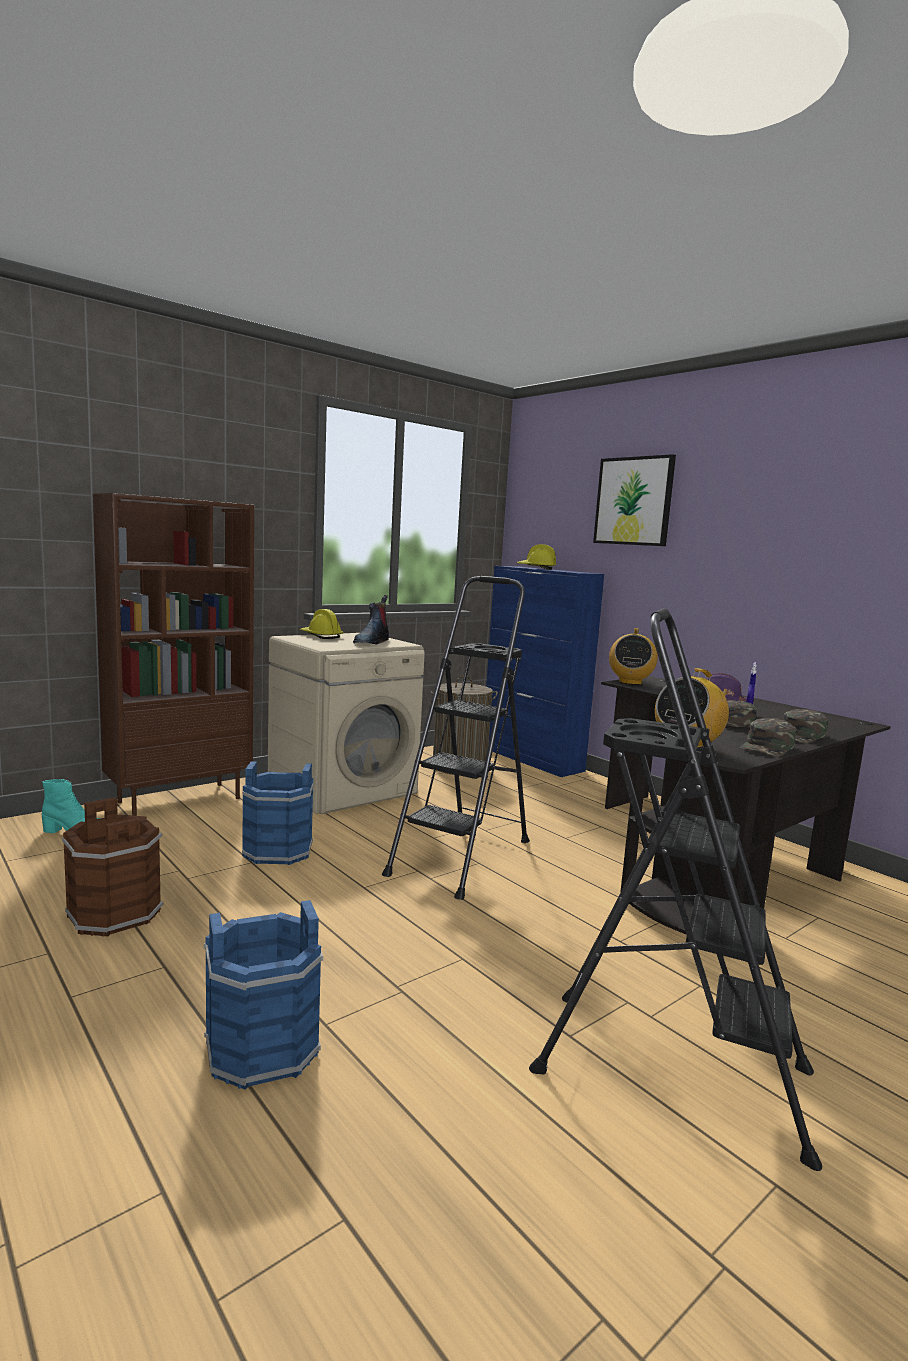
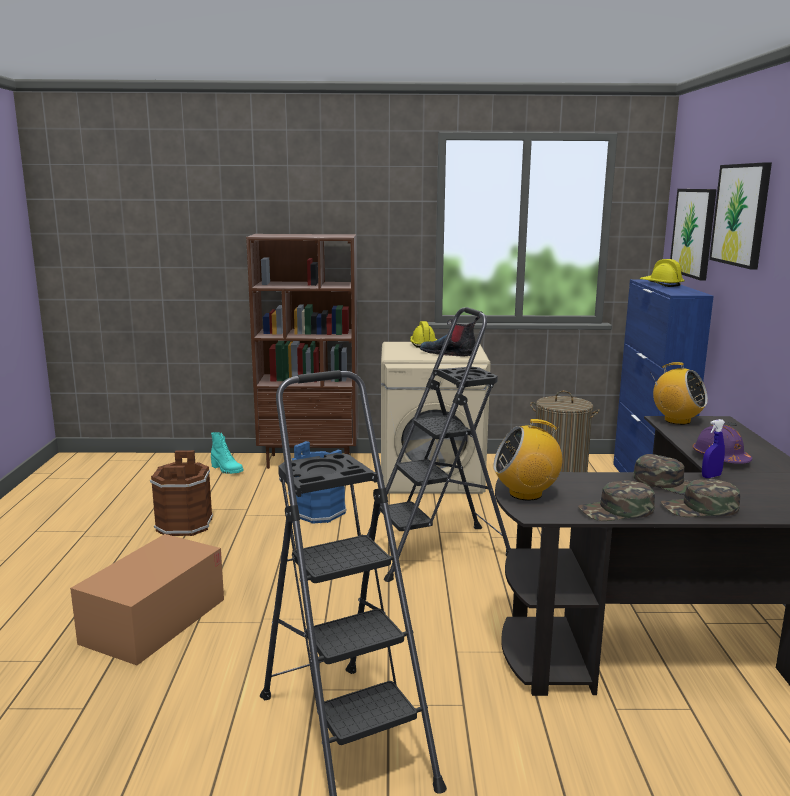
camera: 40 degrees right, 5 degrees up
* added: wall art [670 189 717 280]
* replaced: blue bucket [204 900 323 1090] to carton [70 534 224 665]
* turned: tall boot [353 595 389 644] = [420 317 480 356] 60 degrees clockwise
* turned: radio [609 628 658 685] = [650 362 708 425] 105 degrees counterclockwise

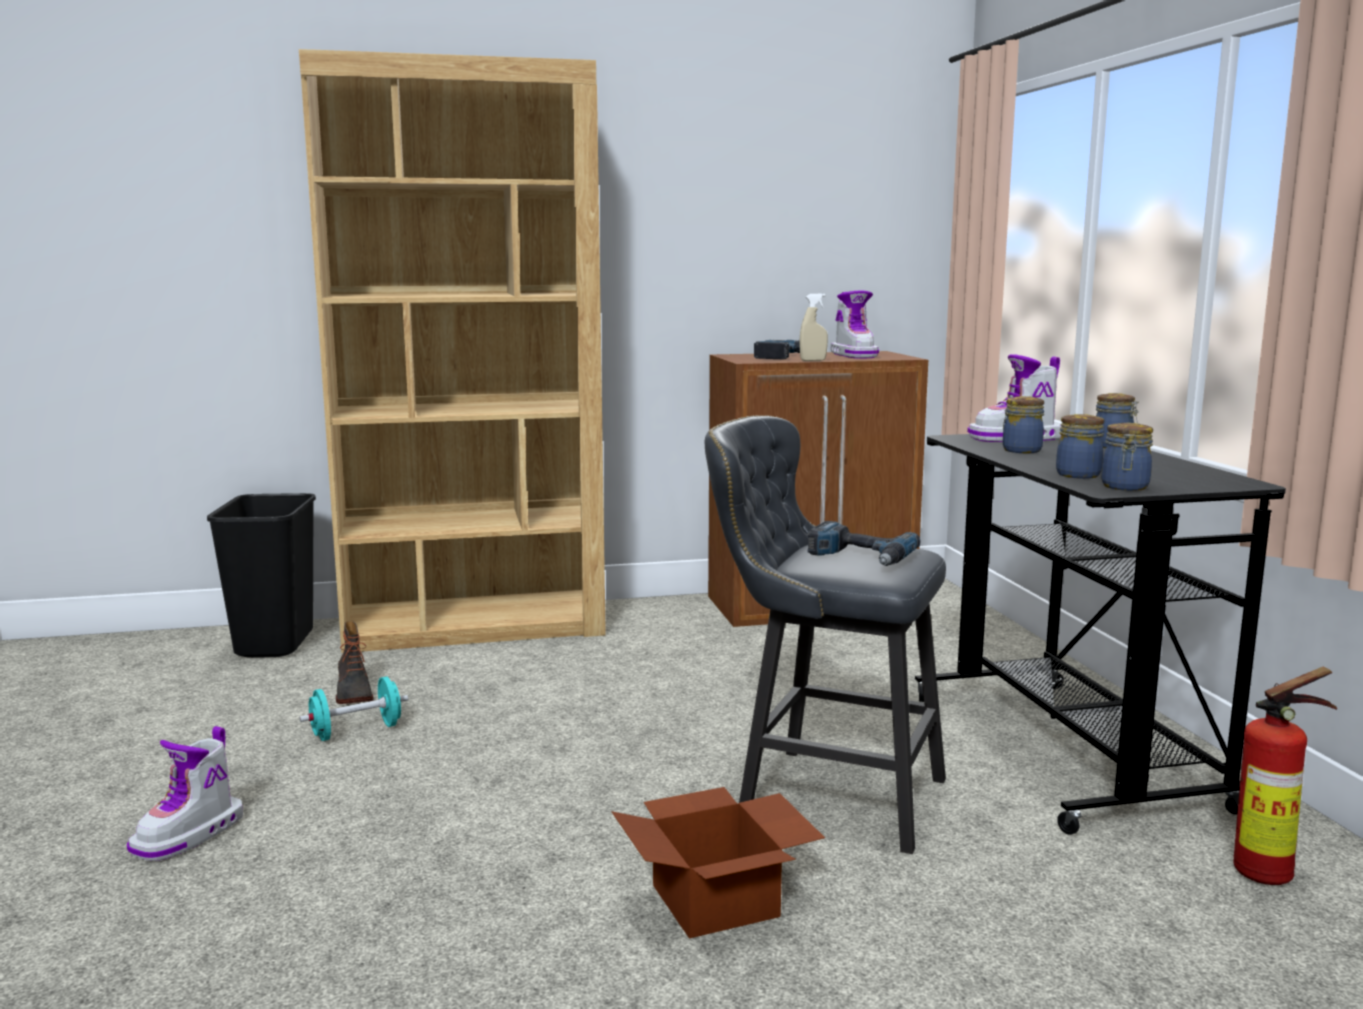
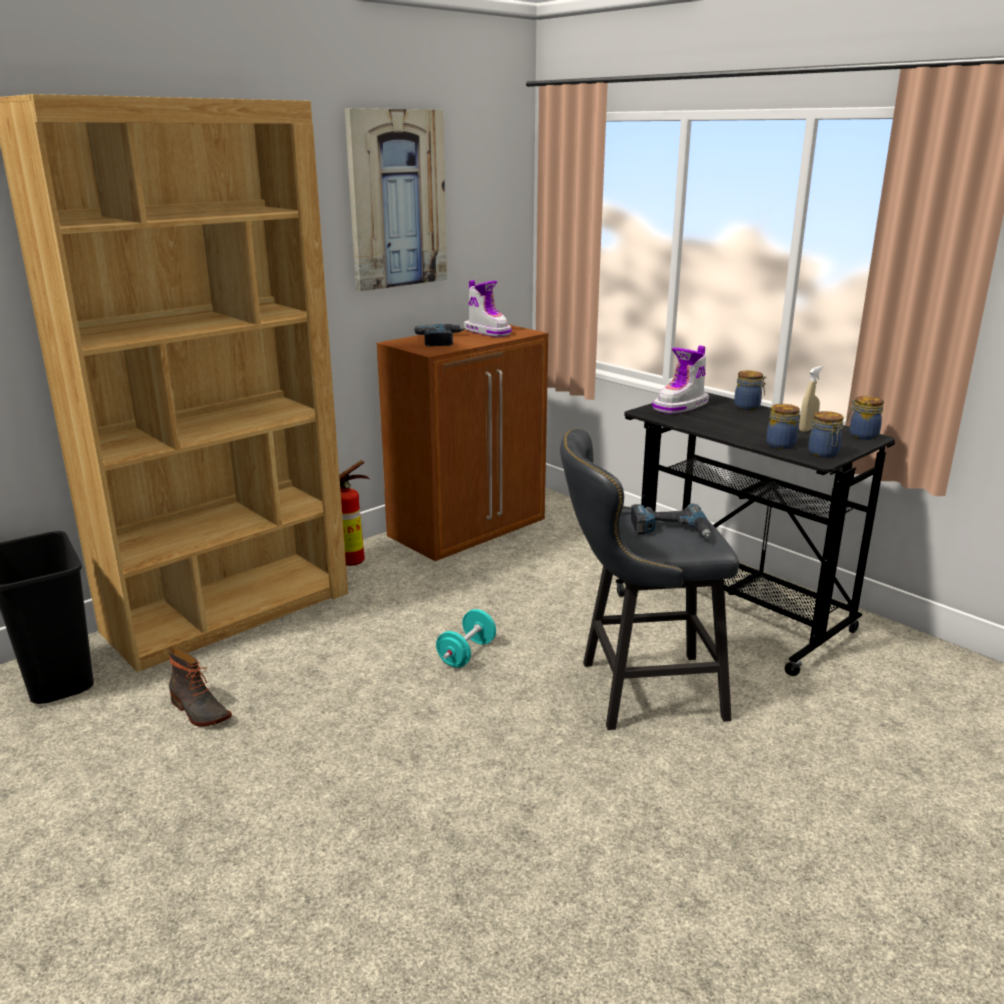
camera: 30 degrees left, 10 degrees up
* removed: tall boot [127 726 243 861]
* removed: carton [612 787 825 939]
* added: wall art [345 108 447 291]
* moved: turquoise free weight [299 677 408 741] to [436 609 496 668]
* moved: sand-coloured spray bottle [799 293 828 361] to [799 366 822 432]
* moved: jar [1003 396 1044 453] to [847 396 884 440]
* moved: fire-fighting cylinder [1233 667 1337 885] to [339 460 370 566]

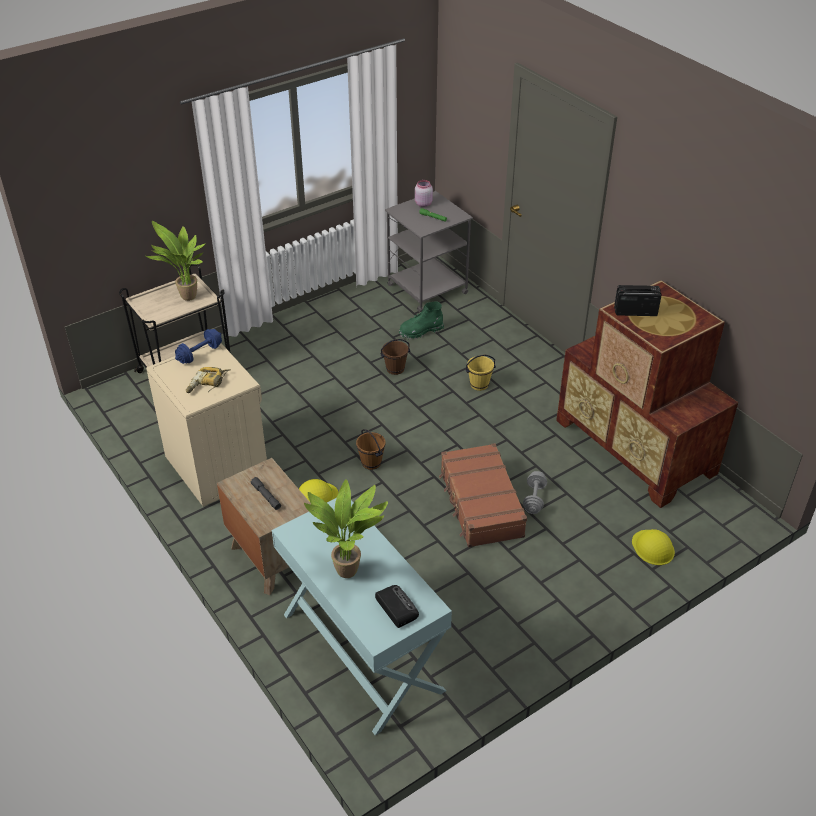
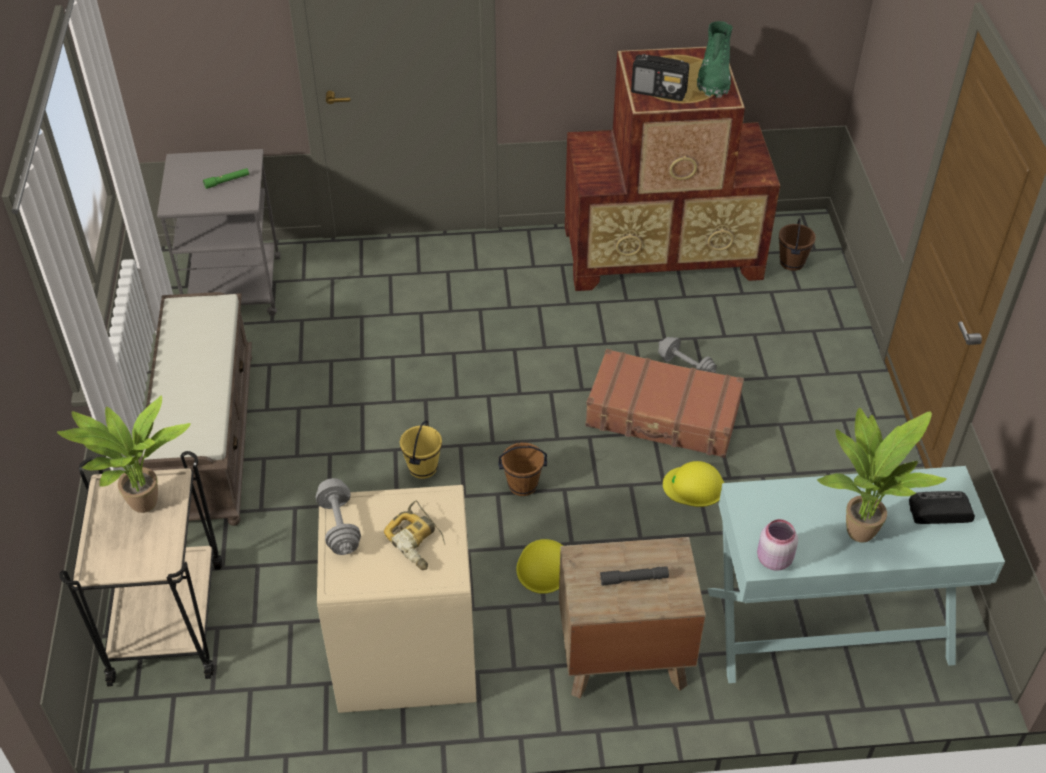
camera: 60 degrees left, 5 degrees up
* added: brown long seat [138 292 252 526]
* moved: brown bucket [380 339 410 375] to [779 218 816 271]
* moved: greenish tall boot [399 301 444 339] to [697 21 733 98]
* moved: pink-coloured jar [415 180 433 207] to [757 519 798 571]
* moved: yellow bucket [465 355 496 391] to [400 421 442 479]
* moved: yellow hard hat [632 529 675 565] to [663 461 724 507]
* recoloured: blue free weight [175 329 222 364] to greyish free weight [316 478 361 555]
* turned: radio [614 285 662 316] = [631 54 689 101] 105 degrees counterclockwise

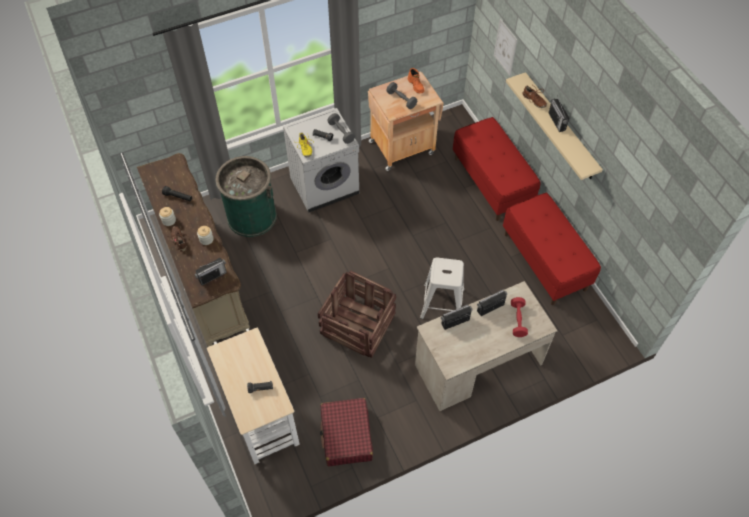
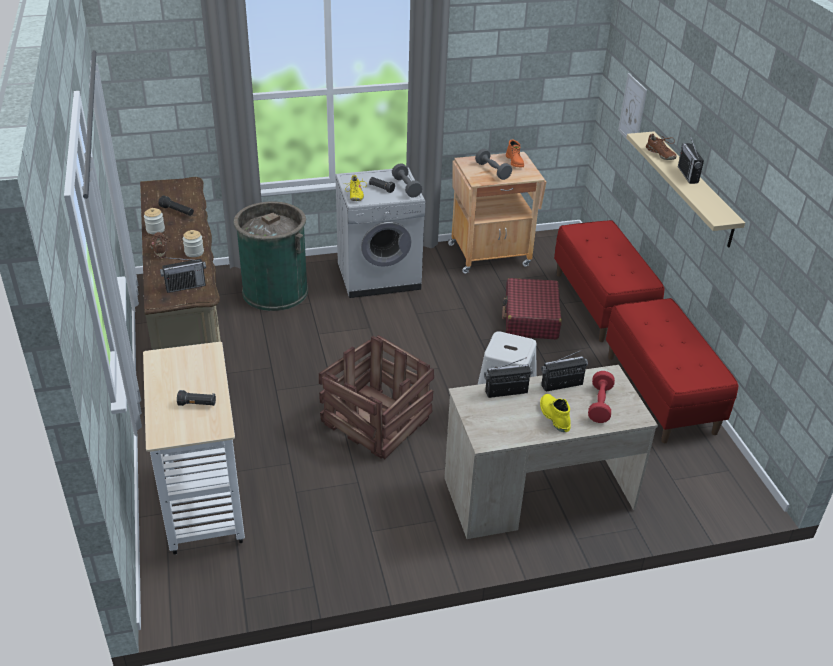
camera: 10 degrees right, 20 degrees down
* added: yellow tall boot [540 394 571 432]
* moved: reddish suitcase [320 398 373 466] to [502 278 562 339]

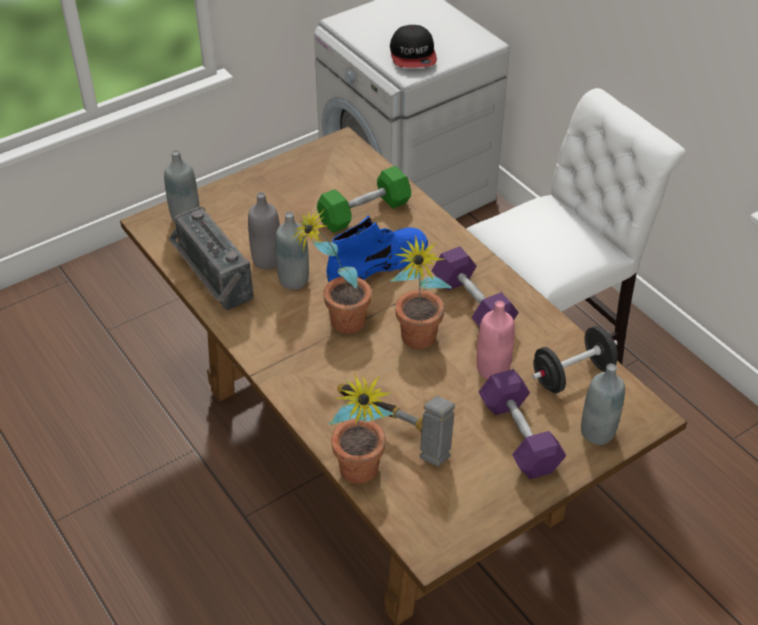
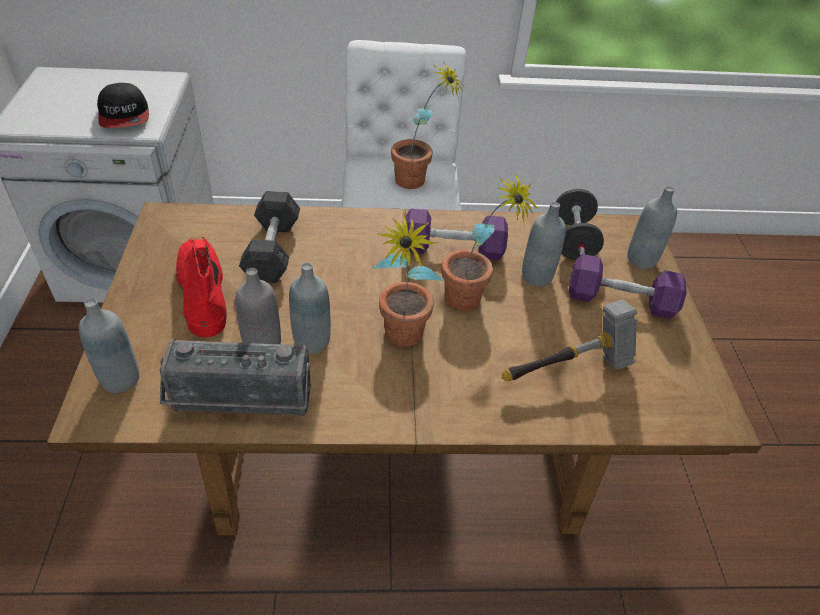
camera: 60 degrees left, 0 degrees up
* removed: blue tall boot [326 215 428 282]
* added: reddish tall boot [175 237 226 338]
* moved: potted plant [328 372 393 483] to [391 63 465 189]
* recoloured: greenish free weight [317 166 411 233] to greyish free weight [239 191 300 283]
* recoloured: pink-coloured beverage bottle [477 301 515 380] to greyish beverage bottle [522 202 566 287]
* turned: cap [390 25 437 68] = [97 83 149 128] 45 degrees clockwise

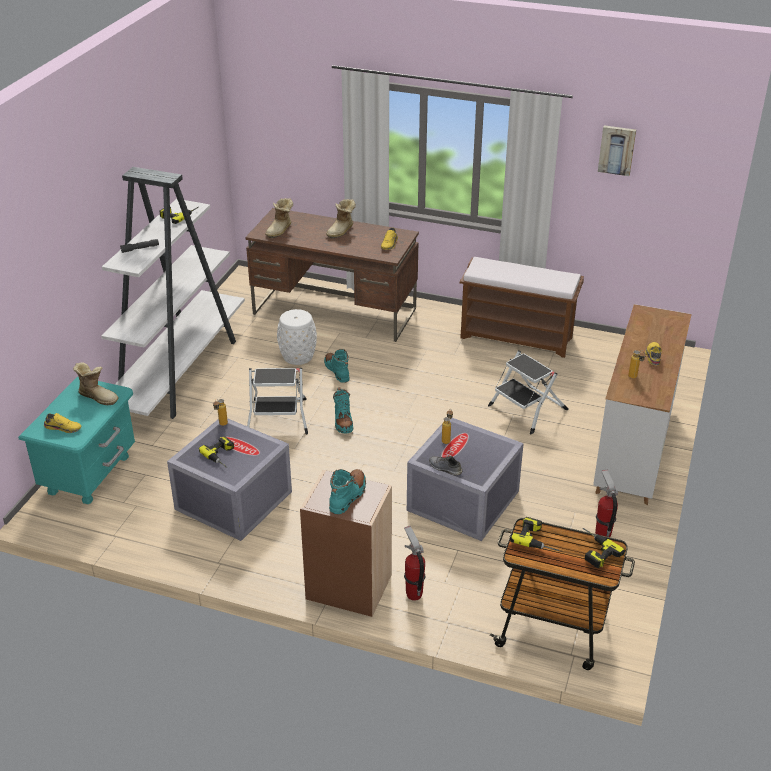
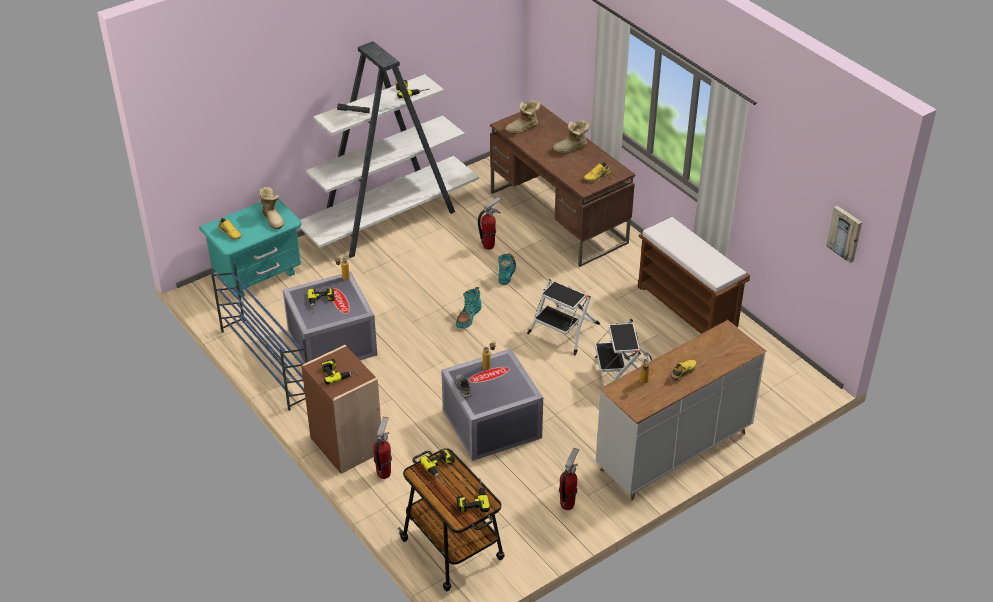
camera: 35 degrees right, 5 degrees up
* added: blue shoe rack [211 262 308 411]
* moved: stepladder [247 368 308 434] to [527 279 600 355]
* moved: wall art [598 125 636 176] to [826 206 862 263]
* replaced: whitish sitting stool [277 309 317 365] to fire-fighting cylinder [478 196 501 250]
* replaced: turquoise tall boot [329 469 366 514] to power drill [322 359 363 385]

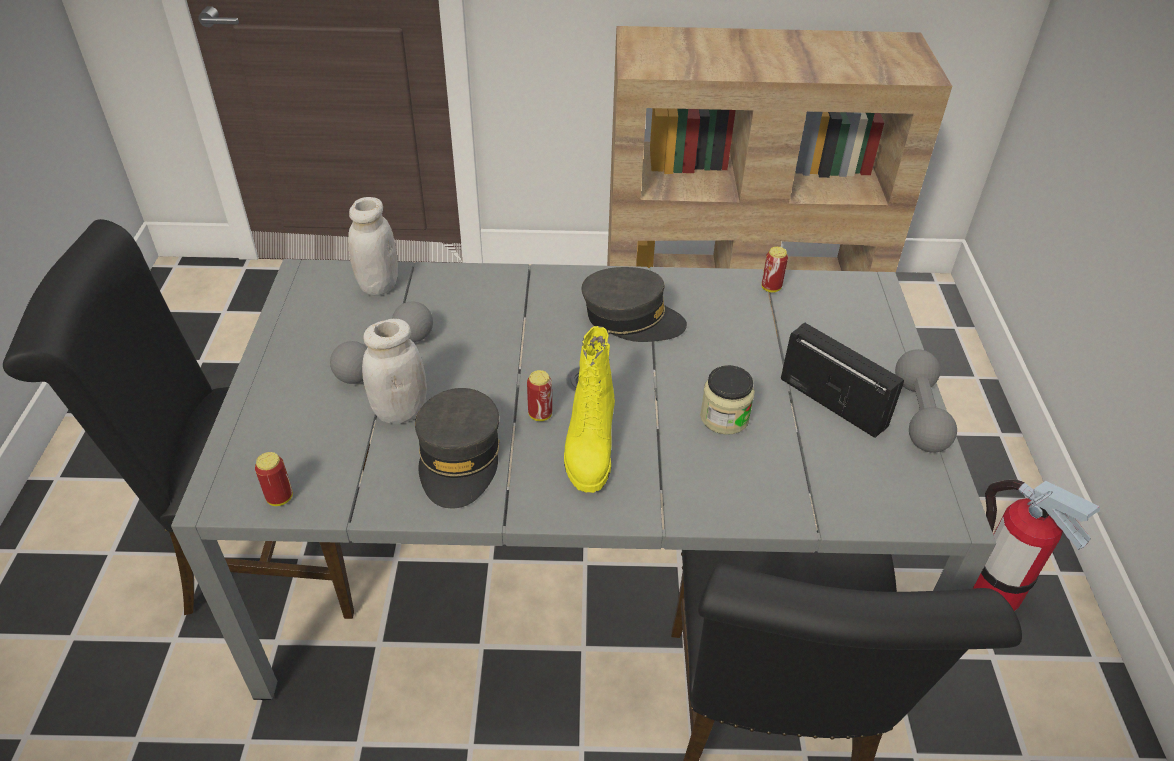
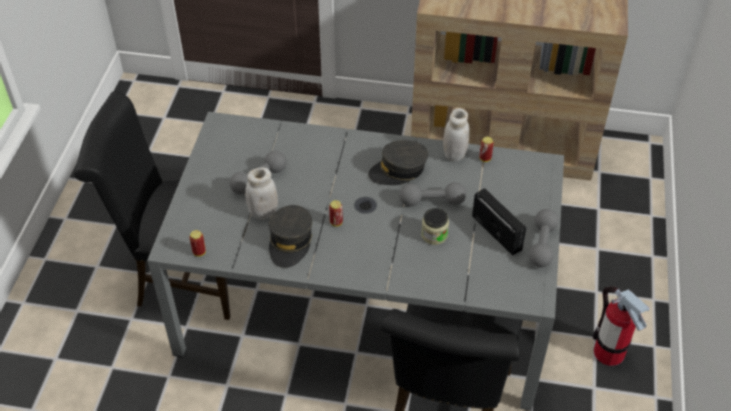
camera: 10 degrees right, 5 degrees up
* removed: yellow tall boot [564 326 615 493]
* added: greyish free weight [399 182 467 207]
* moved: whitish jar [348 197 398 296] to [443 108 469 162]
* turned: greyish cap [582 267 687 342] = [368 140 428 185] 135 degrees clockwise

